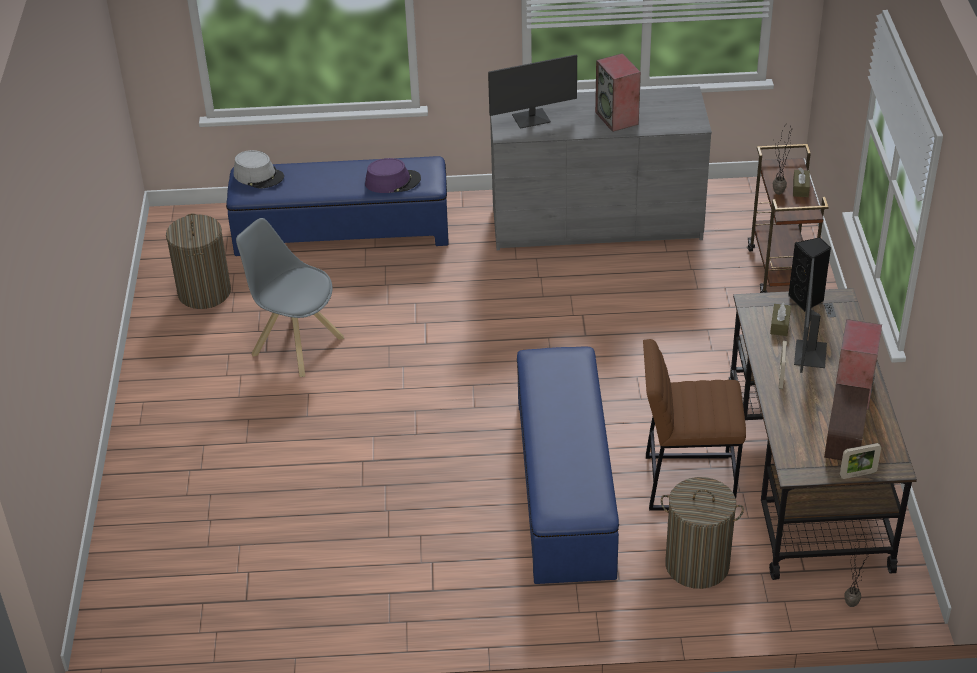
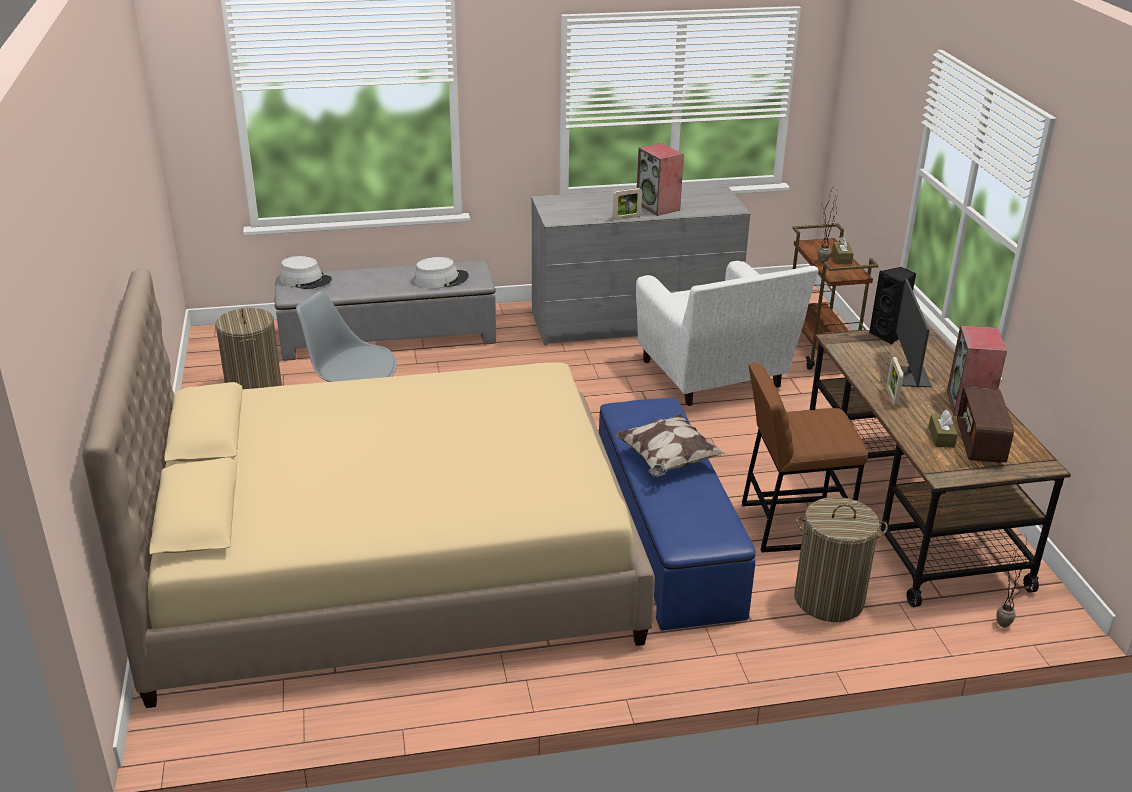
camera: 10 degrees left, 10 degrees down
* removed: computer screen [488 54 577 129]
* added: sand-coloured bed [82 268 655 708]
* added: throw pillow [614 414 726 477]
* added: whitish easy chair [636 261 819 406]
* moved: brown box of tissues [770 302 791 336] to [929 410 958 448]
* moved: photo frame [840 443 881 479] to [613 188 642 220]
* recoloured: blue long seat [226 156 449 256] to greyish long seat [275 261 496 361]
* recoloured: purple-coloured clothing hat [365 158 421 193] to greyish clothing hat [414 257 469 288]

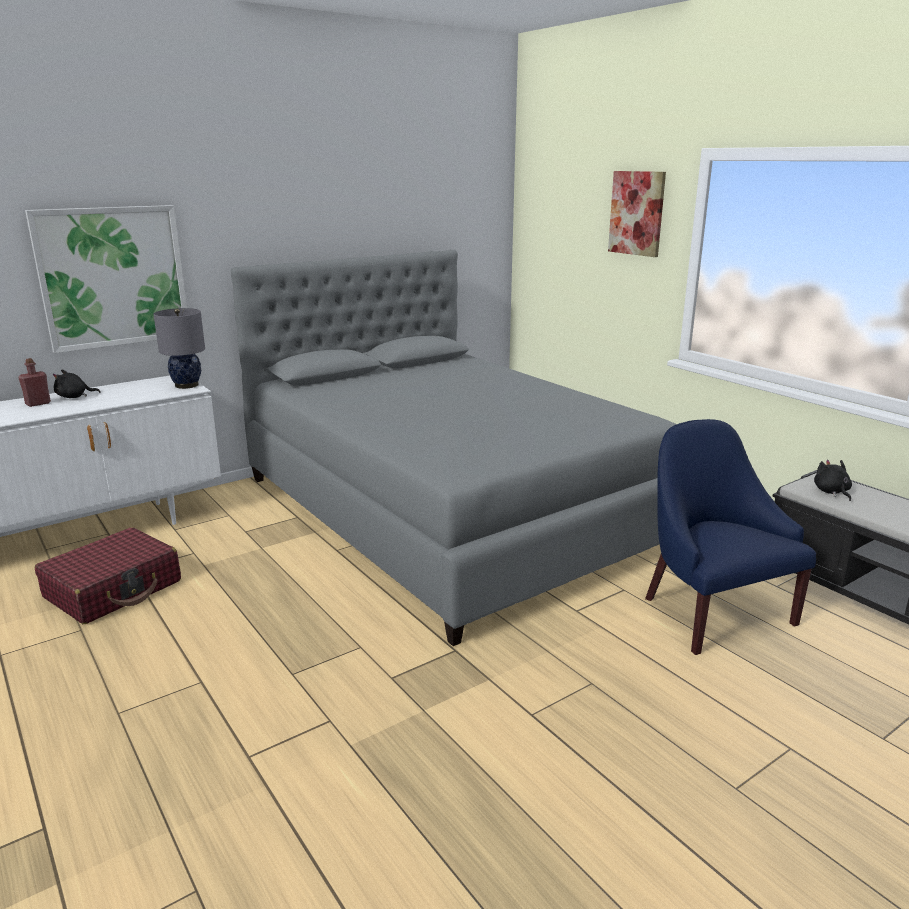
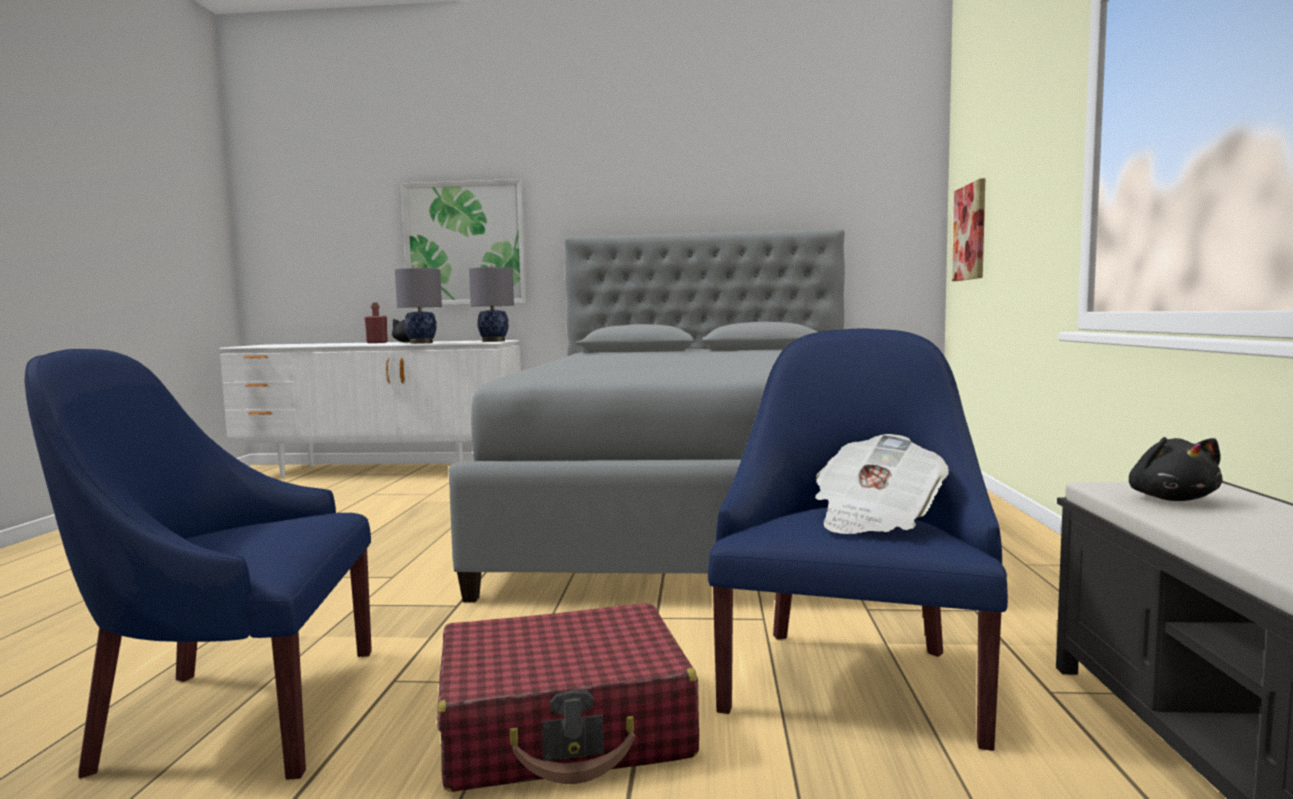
camera: 40 degrees right, 15 degrees down
* added: blue easy chair [24 349 372 780]
* added: greyish tabletop lamp [395 266 442 344]
* added: newspaper [815 434 949 534]
* moved: reddish suitcase [35 527 181 624] to [437 603 699 792]
* moved: wall art [608 171 666 257] to [952 178 985 281]
* turned: black-coloured soft toy [814 460 852 501] = [1129 437 1223 501] 150 degrees clockwise

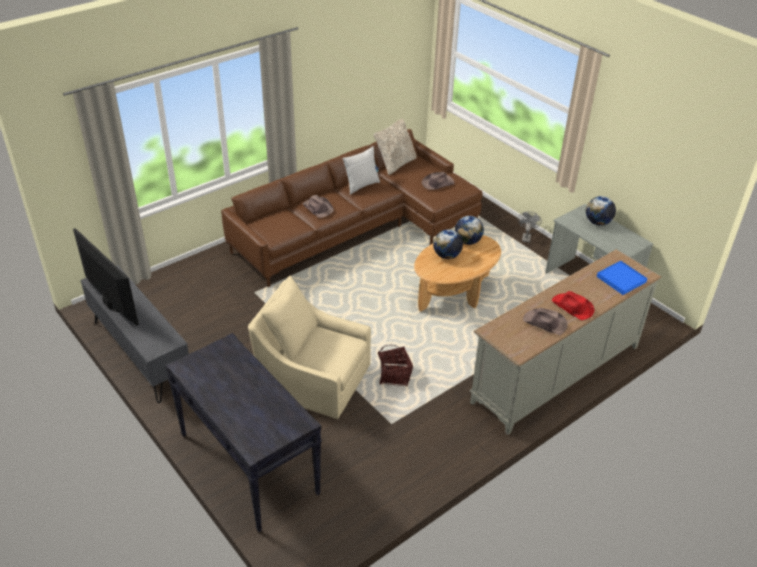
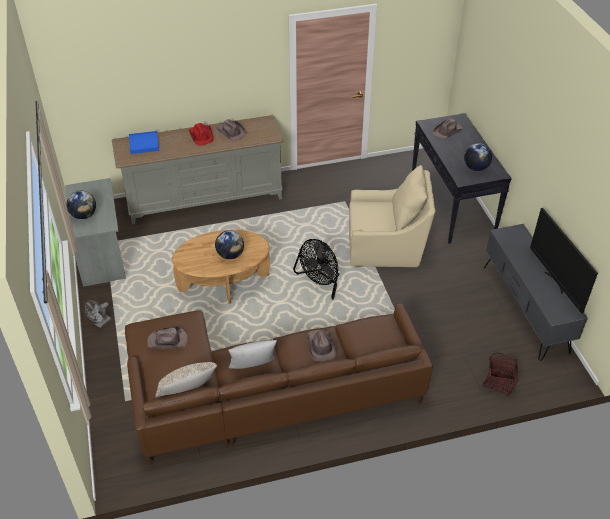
camera: 155 degrees left, 5 degrees up
* added: black-coloured cooling fan [293 239 340 300]
* added: brown clothing hat [432 118 463 139]
* moved: basket [378 345 413 386] to [483 353 518 397]
* moved: globe [455 216 484 245] to [464 143 492 171]
* turned: sand-coloured easy chair [248 276 371 419] = [349 165 435 267] 45 degrees counterclockwise

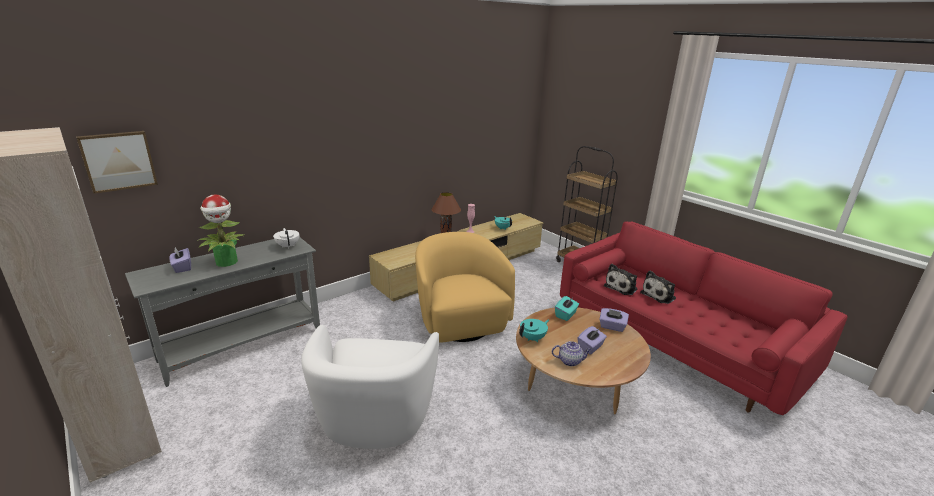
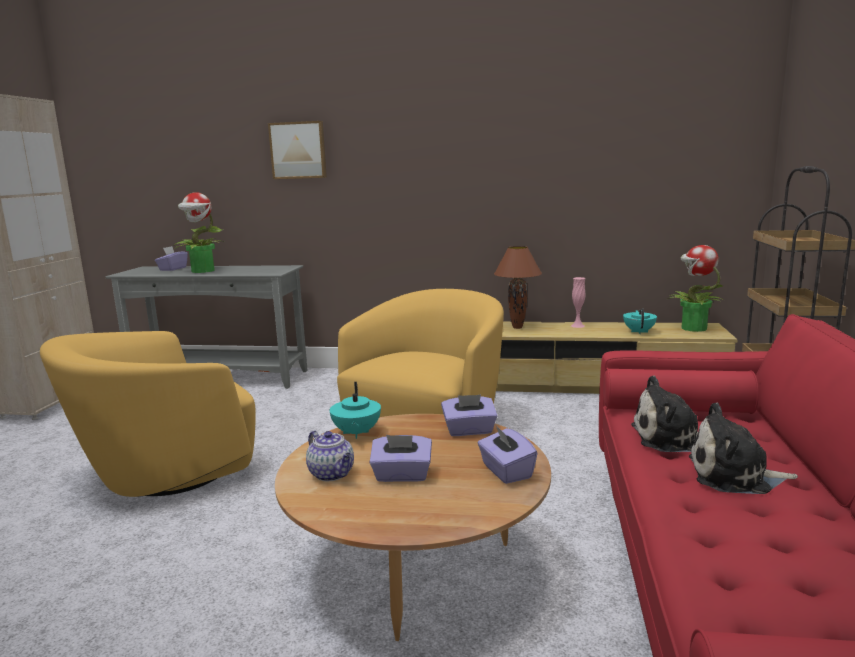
camera: 50 degrees right, 10 degrees down
* removed: whitish teapot [273 228 299 249]
* added: potted plant [668 245 724 332]
* moved: wall art [76 131 158 194] to [268 121 327 179]
* recoloured: whitish easy chair [301 325 439 449] to yellow easy chair [40 331 256 497]
* recoloured: turquoise box of tissues [555 296 579 321] to purple-coloured box of tissues [441 395 497 436]
* turned: turquoise teapot [519 319 549 342] = [330 382 381 439] 75 degrees clockwise

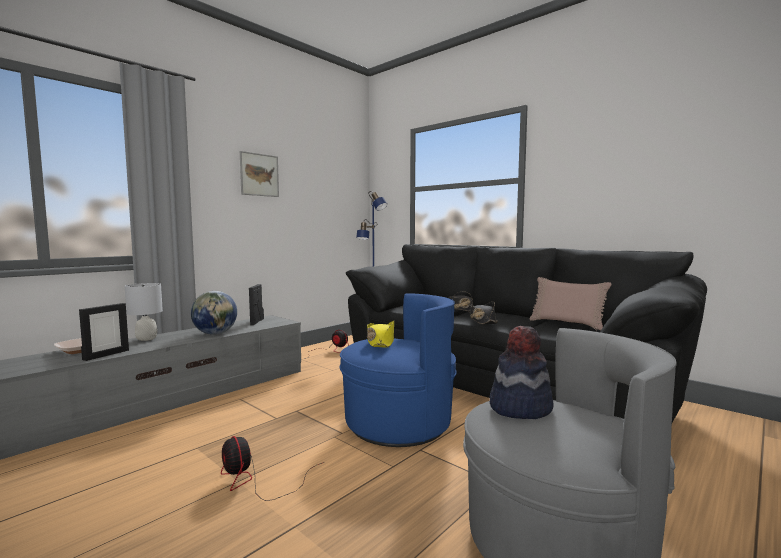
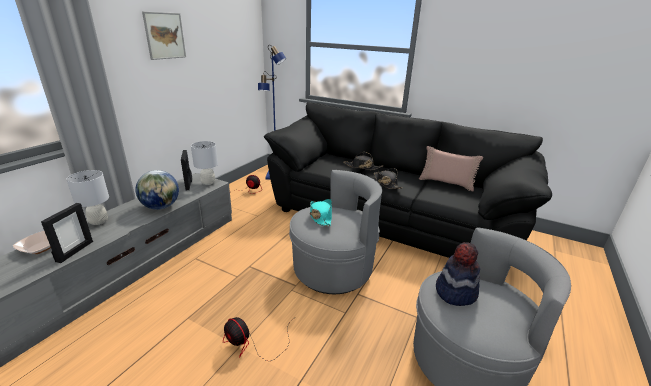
camera: 15 degrees left, 20 degrees up
* added: greyish tabletop lamp [191 141 218 185]
* recoloured: blue easy chair [339 293 457 447] to greyish easy chair [289 170 382 294]
* recoloured: yellow clothing hat [367 321 394 348] to turquoise clothing hat [310 199 332 226]

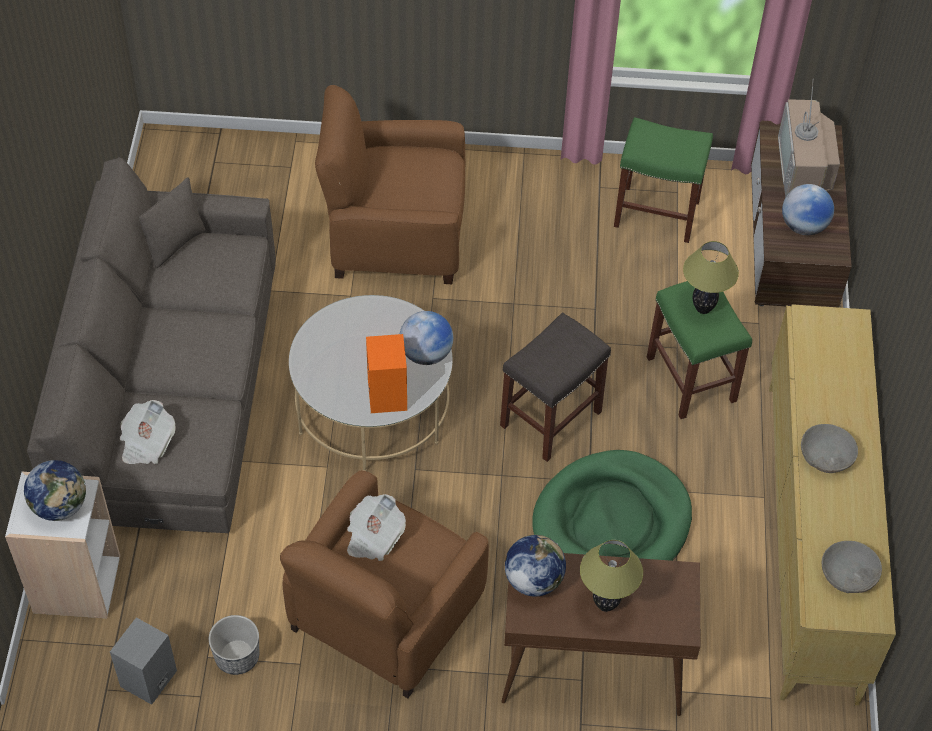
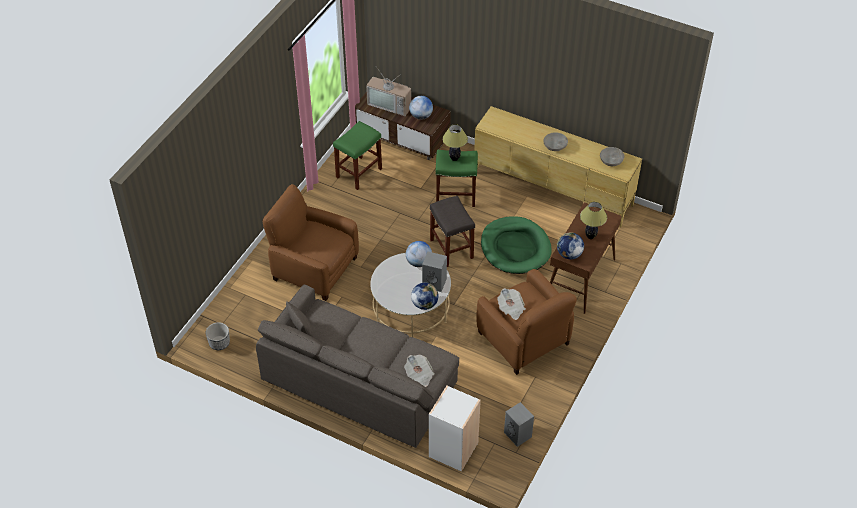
camera: 65 degrees left, 5 degrees down
* moved: globe [24 460 86 521] to [411 283 439 310]
* moved: planter [209 615 259 675] to [206 322 230 350]
* recoloured: orangey audio speaker [366 334 407 413] to greyish audio speaker [422 252 447 292]
* turned: brown easy chair [315 85 465 284] = [262 184 359 301] 90 degrees clockwise

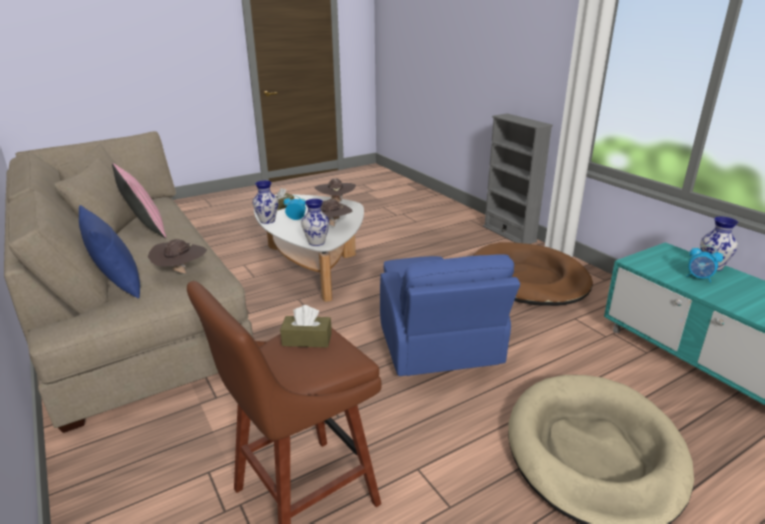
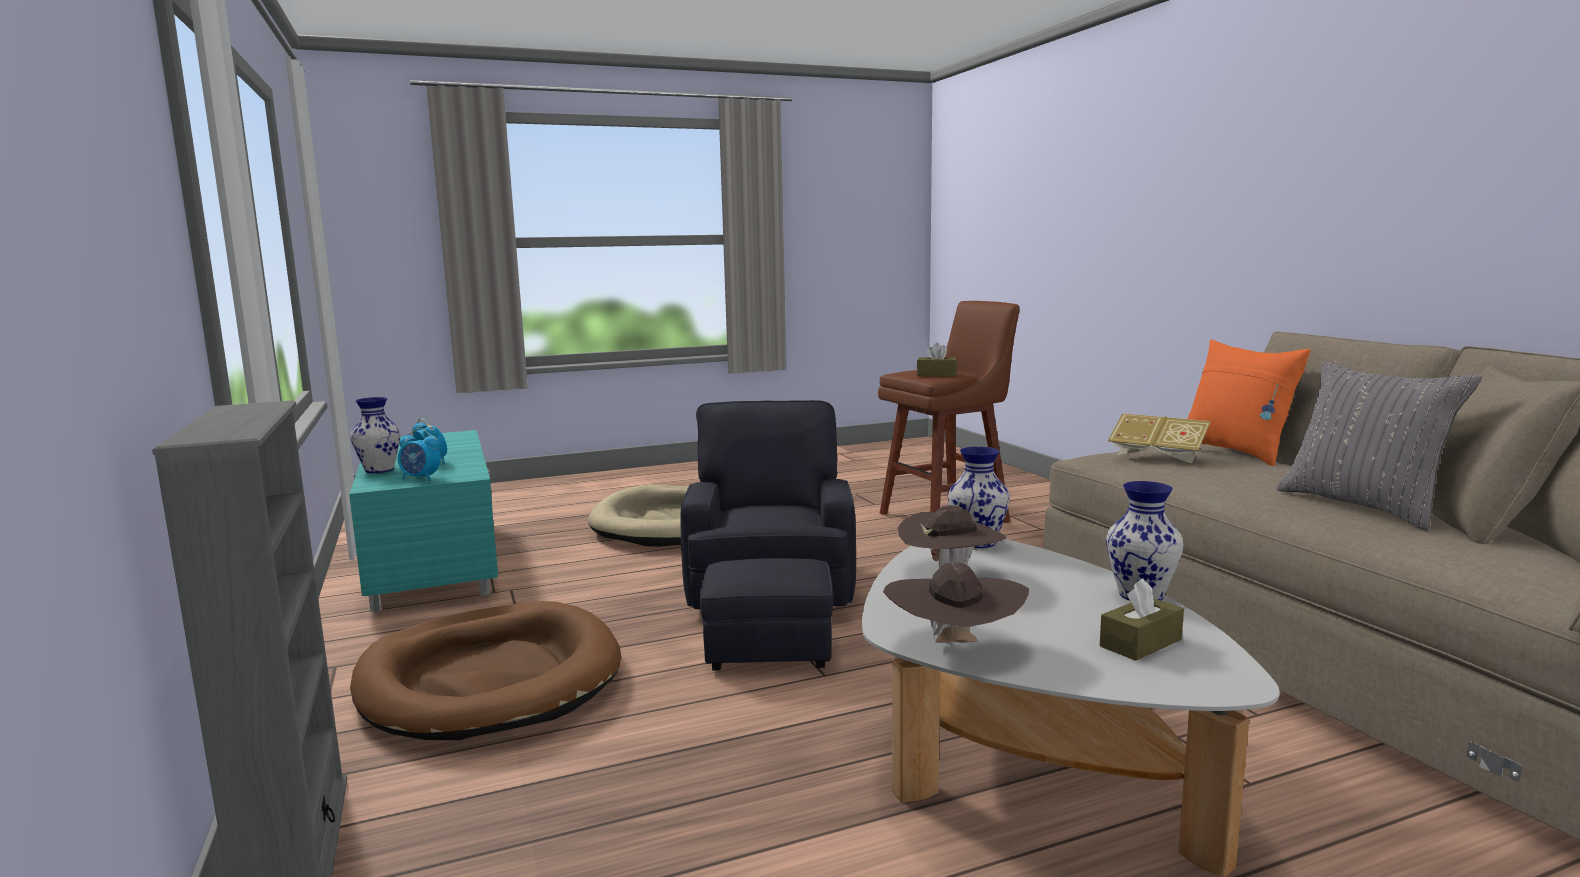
camera: 170 degrees left, 15 degrees down
* moved: table clock [284 195 306 220] to [398 428 441 480]
* replaced: brown clothing hat [148 239 207 273] to book [1108 413 1211 464]
* recoloured: blue throw pillow [79 205 140 298] to orangey throw pillow [1187 340 1311 466]
* recoloured: pink-coloured throw pillow [112 163 166 238] to greyish throw pillow [1276 361 1482 531]
* recoloured: blue easy chair [380 254 520 376] to black-coloured easy chair [680 400 856 670]

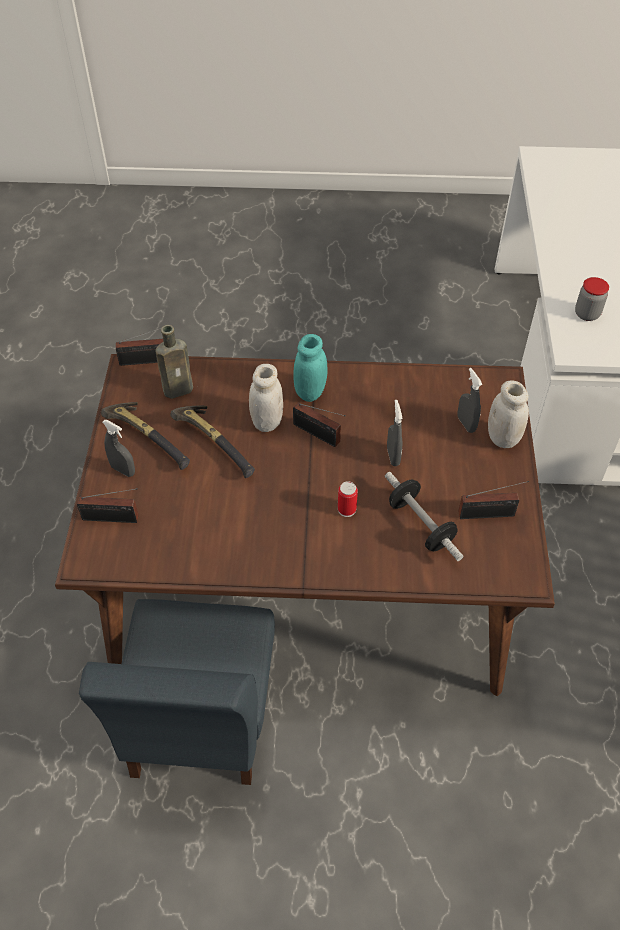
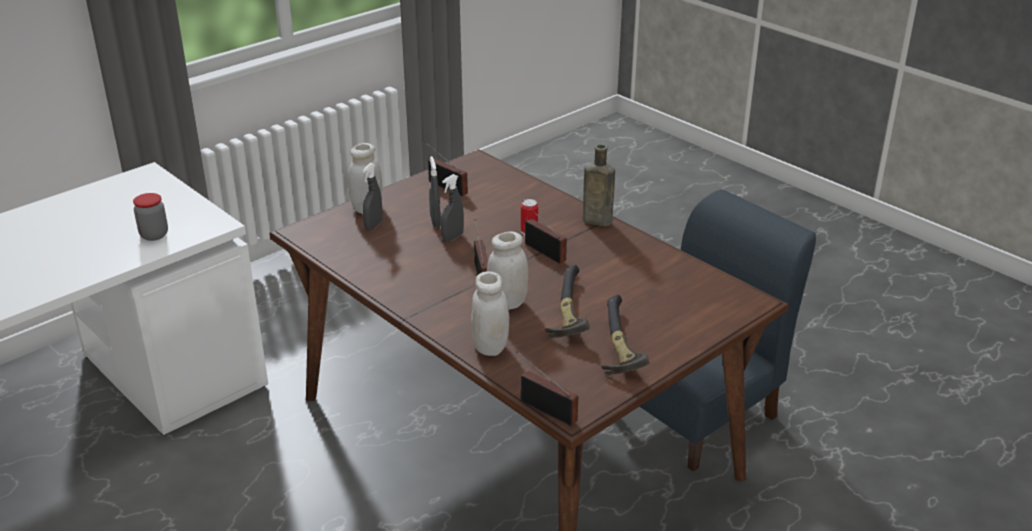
camera: 135 degrees left, 20 degrees down
* removed: turquoise jar [293 334 328 402]
* removed: free weight [385 472 464 561]
* added: whitish jar [471 271 509 356]
* moved: radio [77 488 139 523] to [523 201 567 264]
* moved: greyish spray bottle [102 420 135 477] to [429 156 441 227]
* moved: brown beverage bottle [155 325 193 399] to [583 144 615 227]

